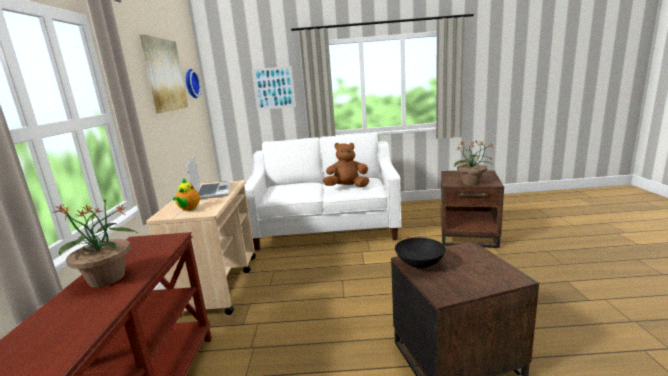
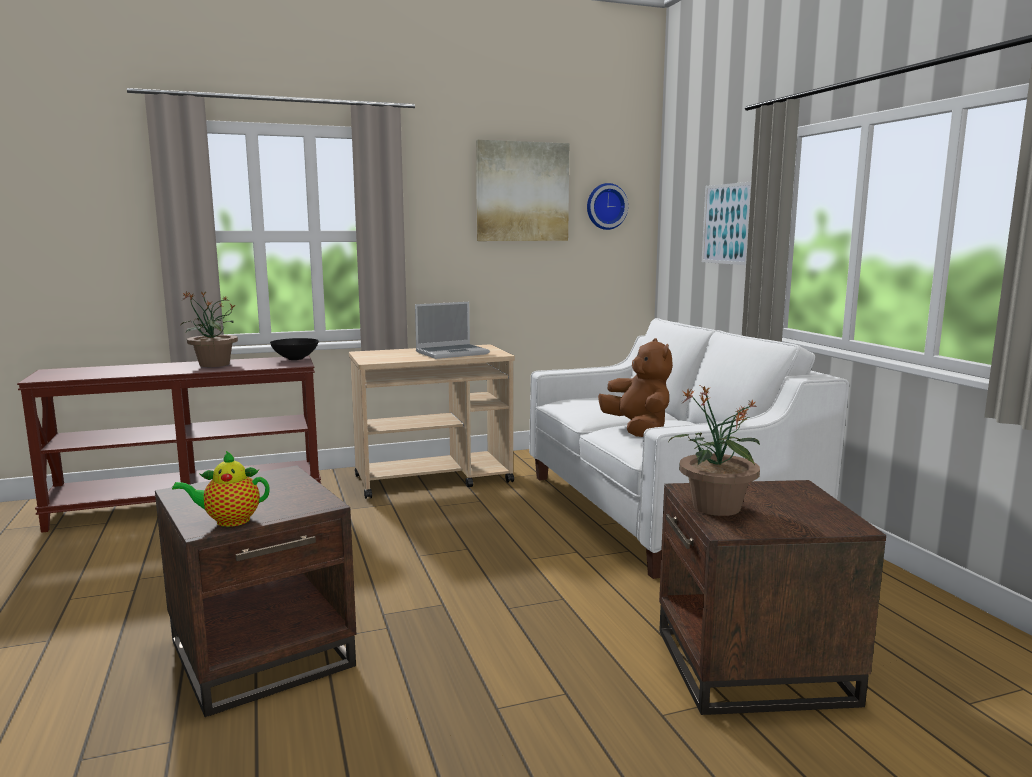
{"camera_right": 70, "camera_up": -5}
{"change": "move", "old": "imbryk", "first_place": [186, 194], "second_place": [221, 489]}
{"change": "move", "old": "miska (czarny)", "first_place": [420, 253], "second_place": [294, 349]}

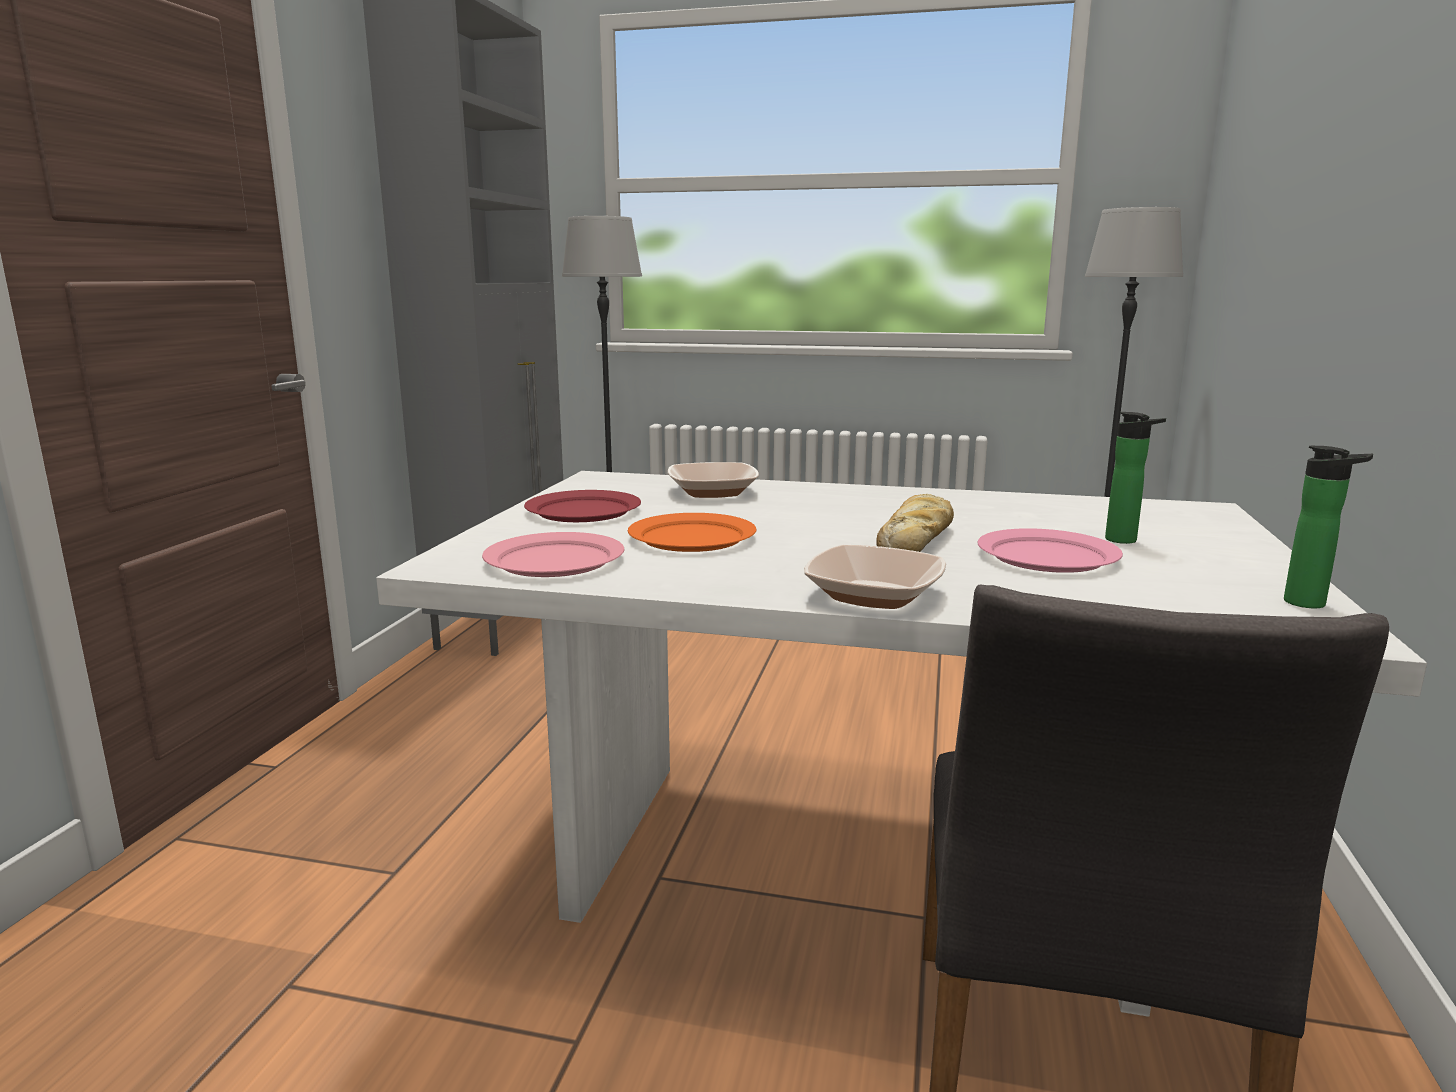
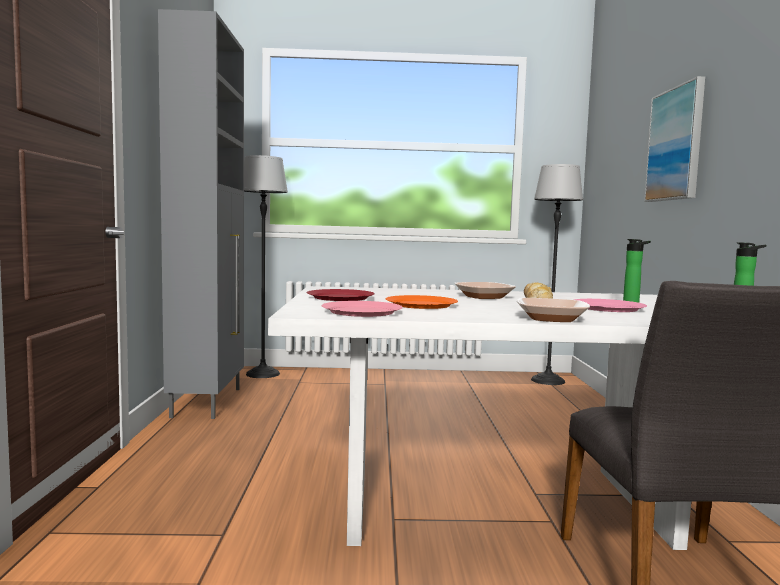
{"camera_right": -15, "camera_up": -10}
{"change": "move", "old": "miska", "first_place": [713, 480], "second_place": [485, 290]}
{"change": "insert", "new": "obraz", "second_place": [674, 139]}

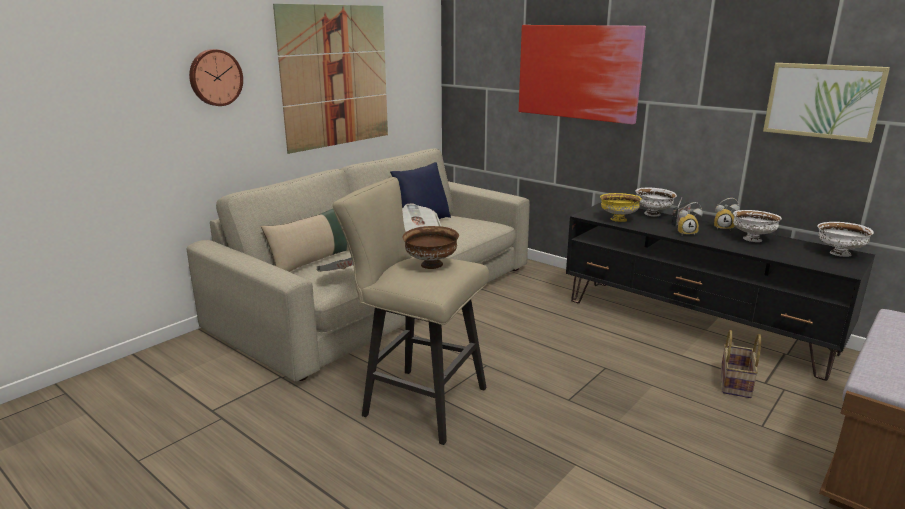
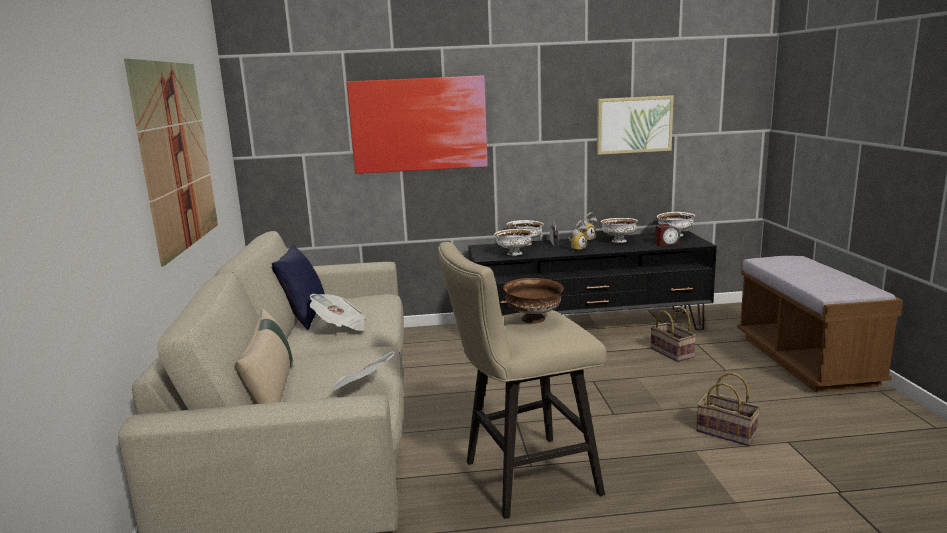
{"camera_right": -45, "camera_up": -5}
{"change": "recolor", "old": "miska (żółty)", "new": "miska (biały)", "first_place": [621, 207], "second_place": [513, 242]}
{"change": "insert", "new": "budzik", "second_place": [667, 235]}
{"change": "insert", "new": "koszyk", "second_place": [728, 409]}
{"change": "delete", "old": "zegar ścienny", "first_place": [216, 77]}

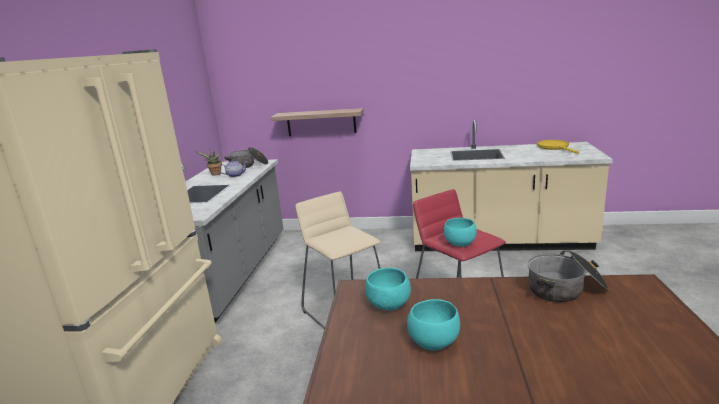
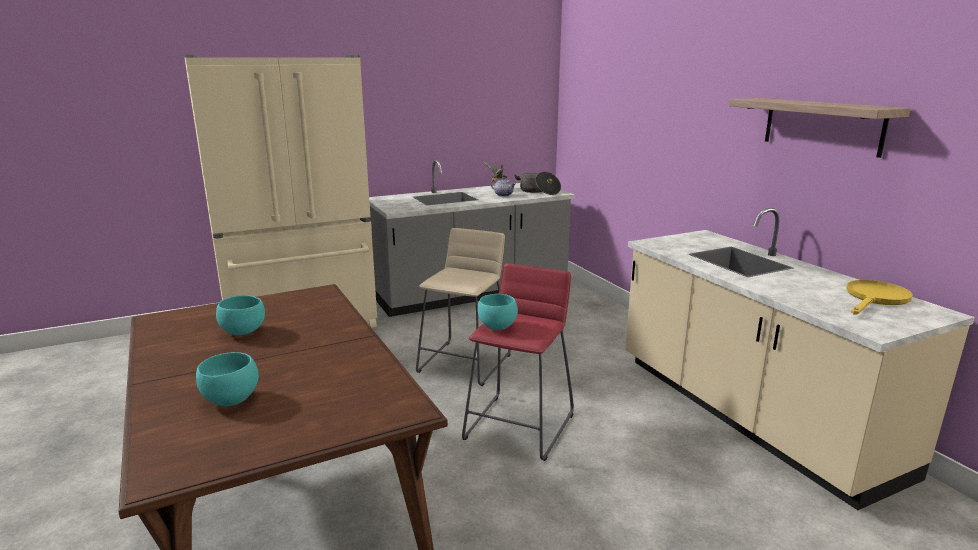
{"camera_right": 55, "camera_up": 0}
{"change": "move", "old": "miska (turkusowy)", "first_place": [388, 289], "second_place": [227, 379]}
{"change": "move", "old": "półka", "first_place": [317, 122], "second_place": [820, 128]}
{"change": "delete", "old": "garnek", "first_place": [568, 276]}

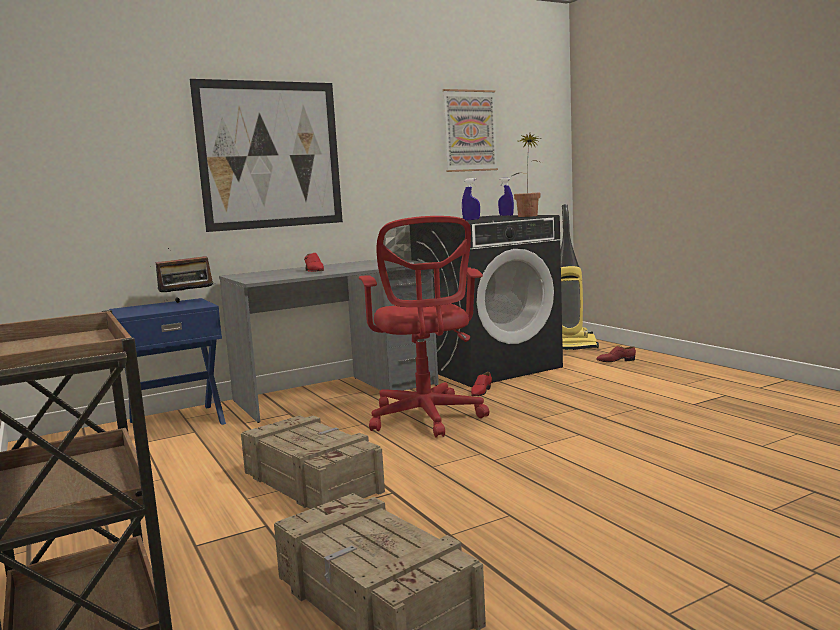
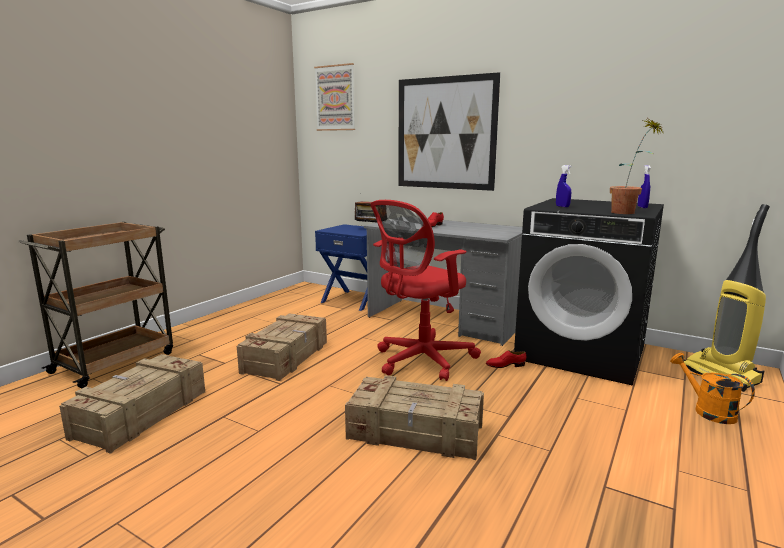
{"camera_right": 60, "camera_up": 5}
{"change": "move", "old": "obraz", "first_place": [470, 130], "second_place": [334, 97]}
{"change": "insert", "new": "skrzynka", "second_place": [414, 417]}
{"change": "replace", "old": "but (czerwony)", "new": "konewka (pomarańczowy)", "first_place": [616, 354], "second_place": [713, 388]}

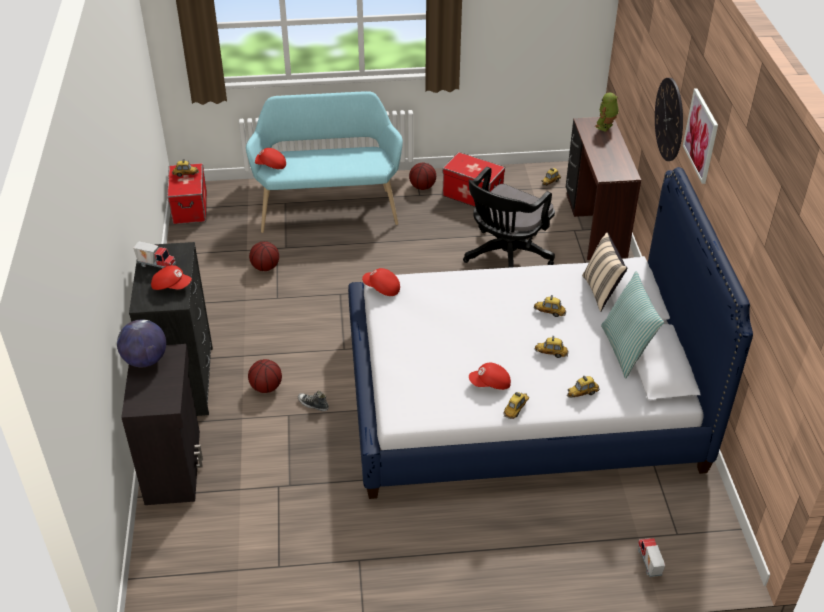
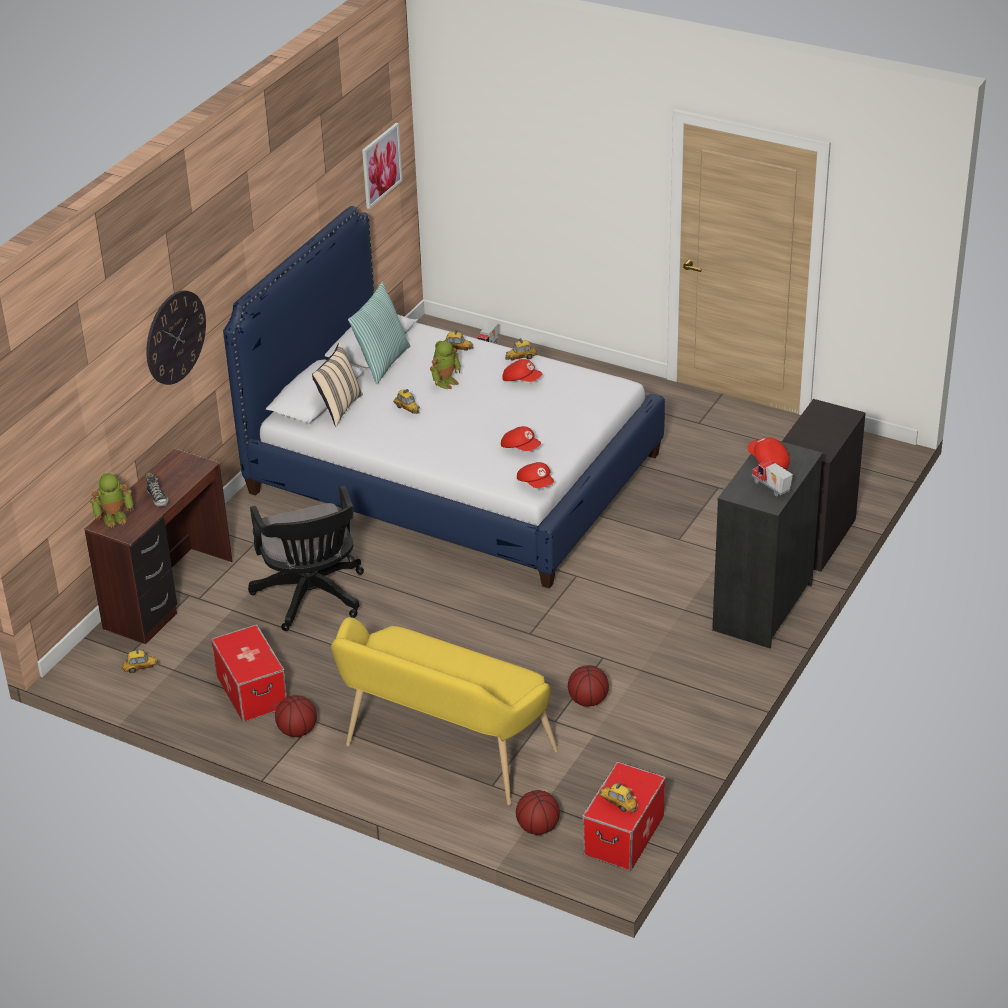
{"camera_right": -145, "camera_up": -5}
{"change": "move", "old": "but", "first_place": [313, 401], "second_place": [157, 490]}
{"change": "rotate", "old": "krzesło biurowe (czarny)", "first_place": [509, 217], "second_place": [306, 558], "degrees": 90}
{"change": "recolor", "old": "ławka (turkusowy)", "new": "ławka (żółty)", "first_place": [324, 162], "second_place": [444, 711]}
{"change": "move", "old": "obraz", "first_place": [700, 136], "second_place": [382, 166]}
{"change": "replace", "old": "samochodzik", "new": "robot zabawkowy", "first_place": [551, 347], "second_place": [445, 365]}
{"change": "move", "old": "czapka z daszkiem (czerwony)", "first_place": [270, 158], "second_place": [521, 438]}
{"change": "move", "old": "piłka do koszykówki", "first_place": [265, 376], "second_place": [538, 812]}
{"change": "delete", "old": "globus", "first_place": [141, 343]}

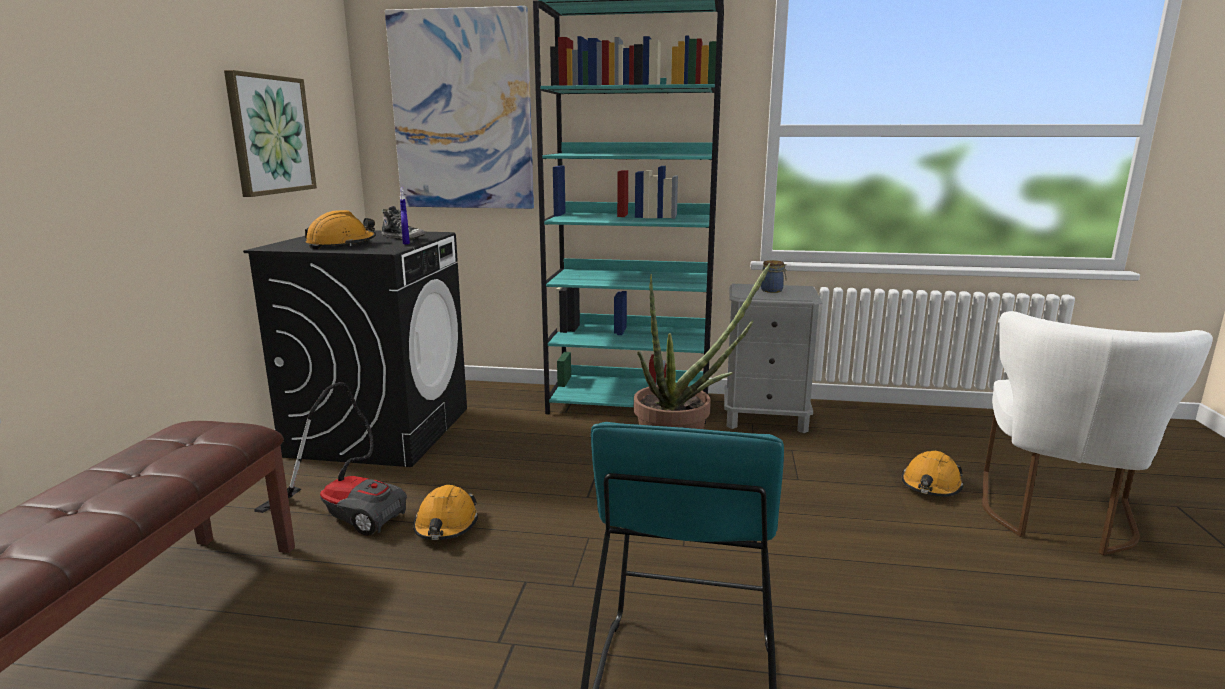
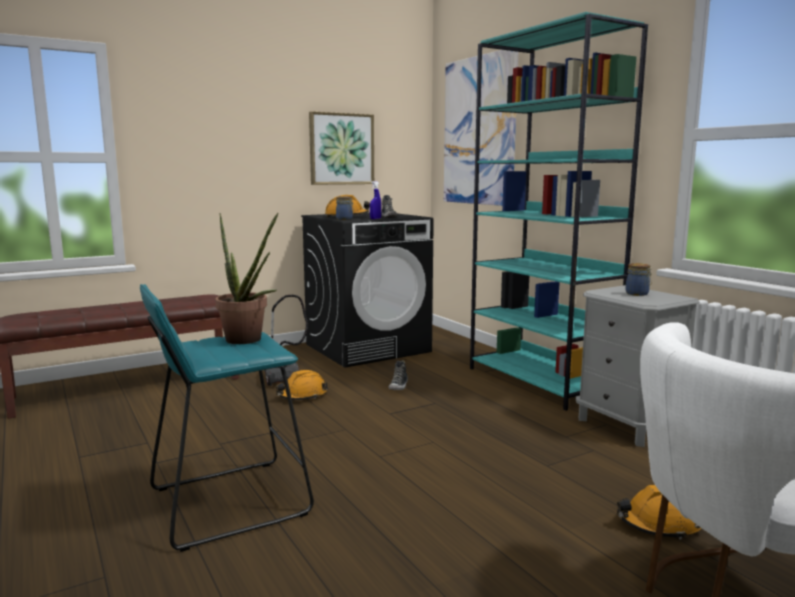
{"camera_right": 50, "camera_up": -5}
{"change": "insert", "new": "słoik", "second_place": [345, 208]}
{"change": "insert", "new": "but", "second_place": [398, 375]}

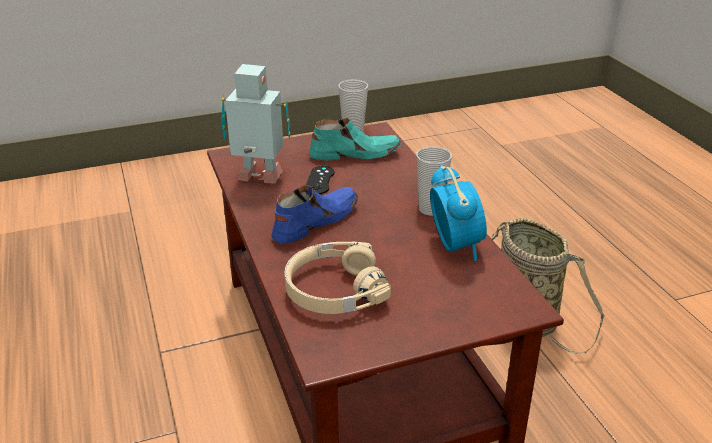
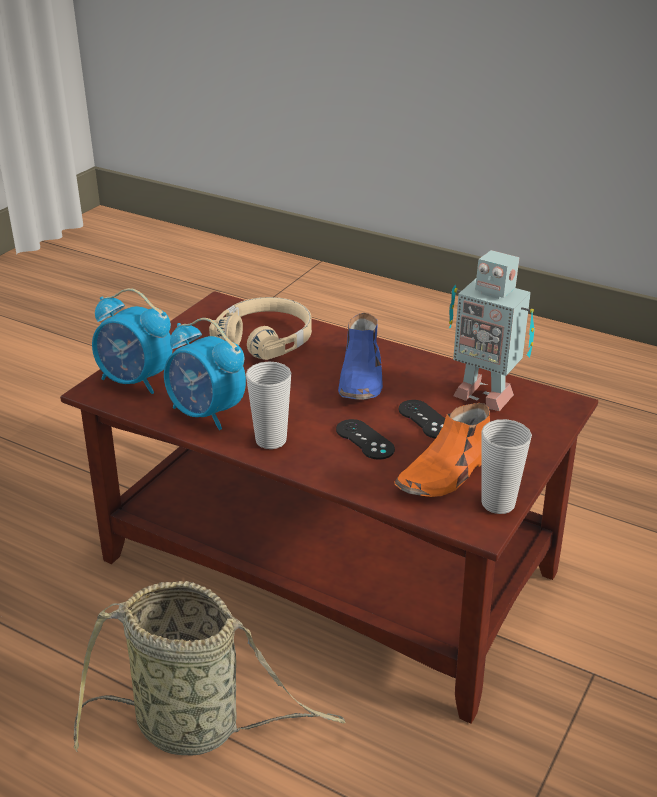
{"camera_right": 140, "camera_up": 0}
{"change": "insert", "new": "budzik", "second_place": [132, 341]}
{"change": "insert", "new": "pad do gier (czarny)", "second_place": [365, 439]}
{"change": "recolor", "old": "but (turkusowy)", "new": "but (pomarańczowy)", "first_place": [355, 139], "second_place": [442, 450]}
{"change": "rotate", "old": "robot zabawkowy", "first_place": [255, 124], "second_place": [492, 330], "degrees": 60}

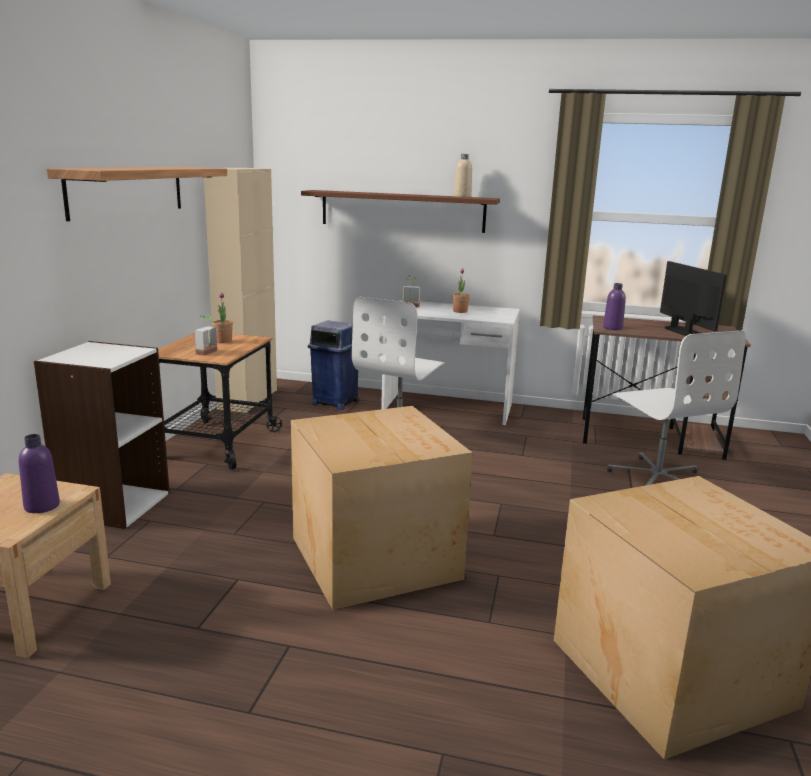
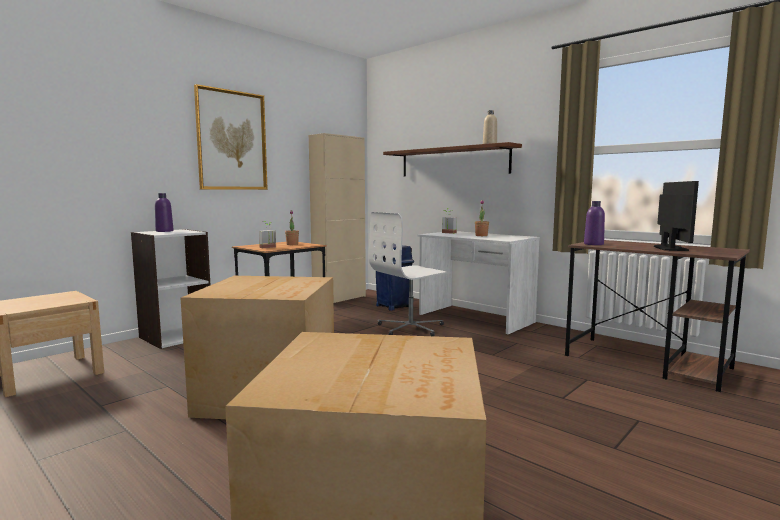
{"camera_right": 30, "camera_up": -10}
{"change": "move", "old": "butelka (fioletowy)", "first_place": [39, 473], "second_place": [164, 212]}
{"change": "replace", "old": "półka", "new": "obraz", "first_place": [137, 194], "second_place": [231, 137]}
{"change": "delete", "old": "krzesło biurowe (biały)", "first_place": [676, 408]}

